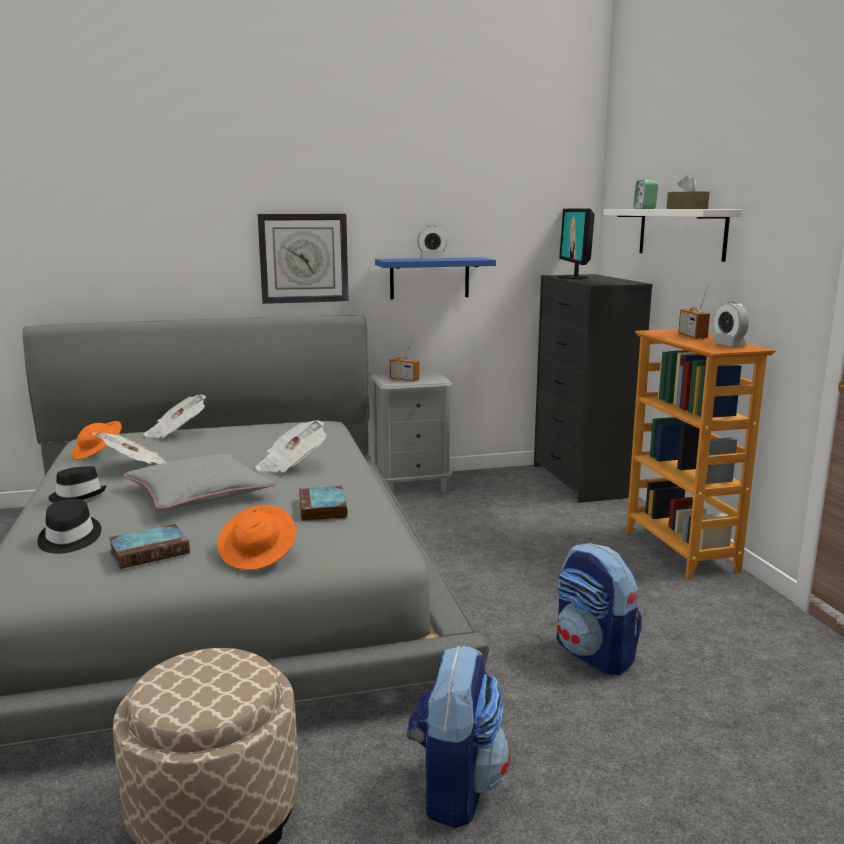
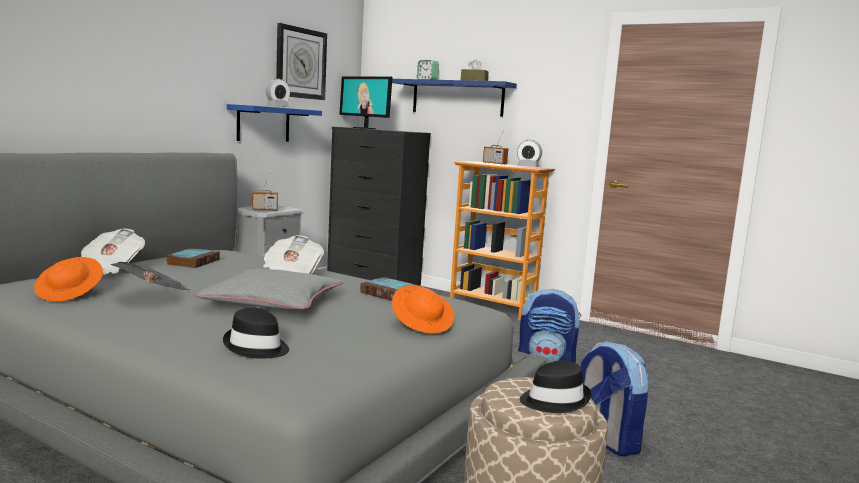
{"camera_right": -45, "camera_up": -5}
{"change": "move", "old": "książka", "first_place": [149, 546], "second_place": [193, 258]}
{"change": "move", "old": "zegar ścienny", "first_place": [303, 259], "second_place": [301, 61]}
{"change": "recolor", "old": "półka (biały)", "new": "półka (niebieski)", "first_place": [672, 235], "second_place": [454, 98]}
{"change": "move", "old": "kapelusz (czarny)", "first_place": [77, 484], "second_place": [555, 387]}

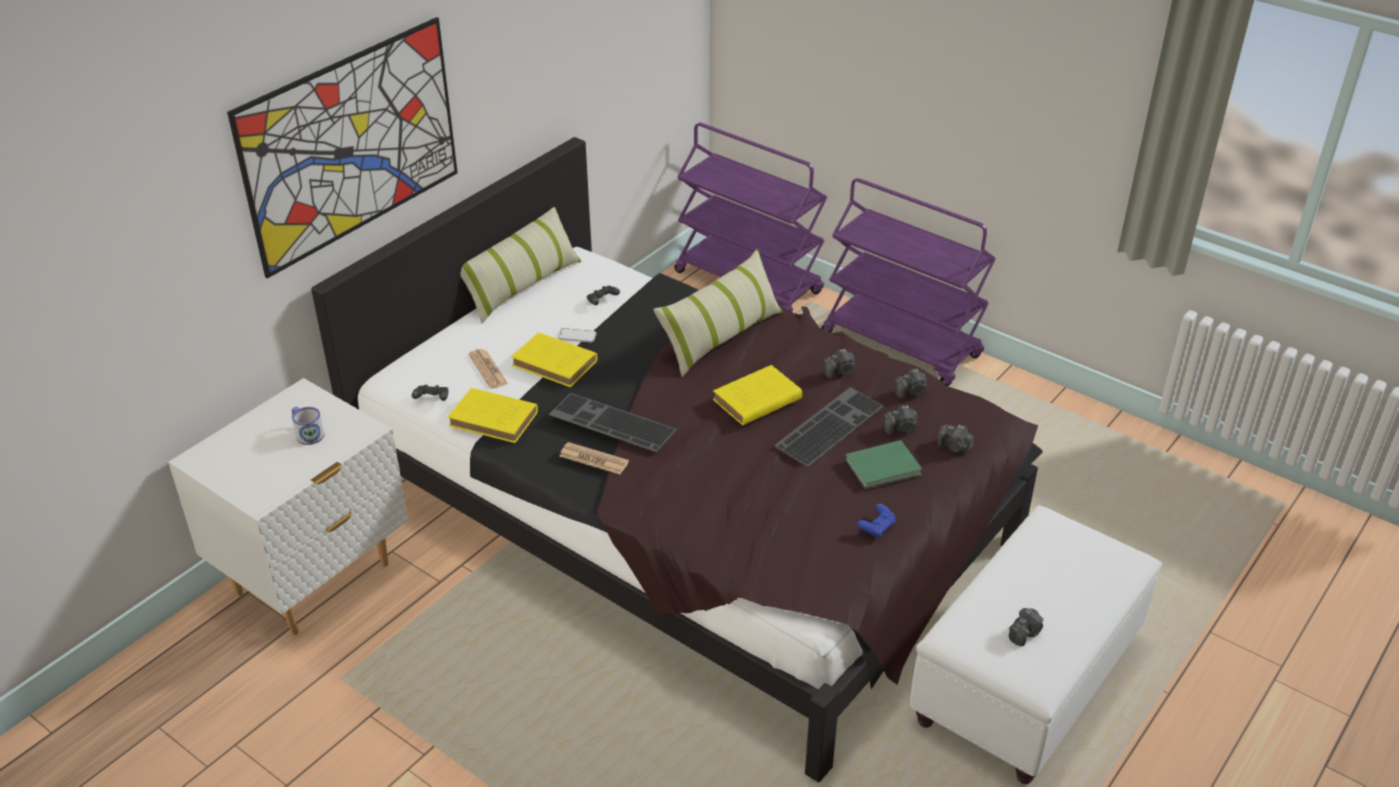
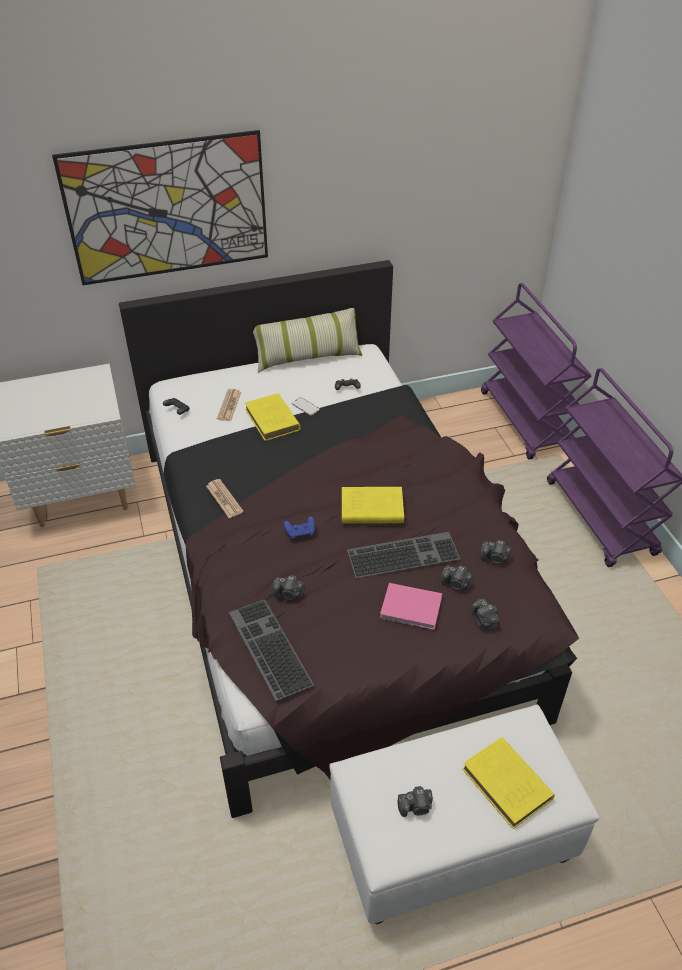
{"camera_right": 35, "camera_up": 5}
{"change": "move", "old": "klawiatura", "first_place": [612, 422], "second_place": [271, 650]}
{"change": "move", "old": "aparat fotograficzny", "first_place": [839, 364], "second_place": [289, 587]}
{"change": "move", "old": "pad do gier (niebieski)", "first_place": [876, 520], "second_place": [299, 527]}
{"change": "recolor", "old": "książka (zielony)", "new": "książka (różowy)", "first_place": [883, 465], "second_place": [411, 606]}
{"change": "move", "old": "książka (żółty)", "first_place": [493, 415], "second_place": [508, 783]}
{"change": "delete", "old": "kubek", "first_place": [308, 425]}
{"change": "delete", "old": "poduszka", "first_place": [718, 313]}

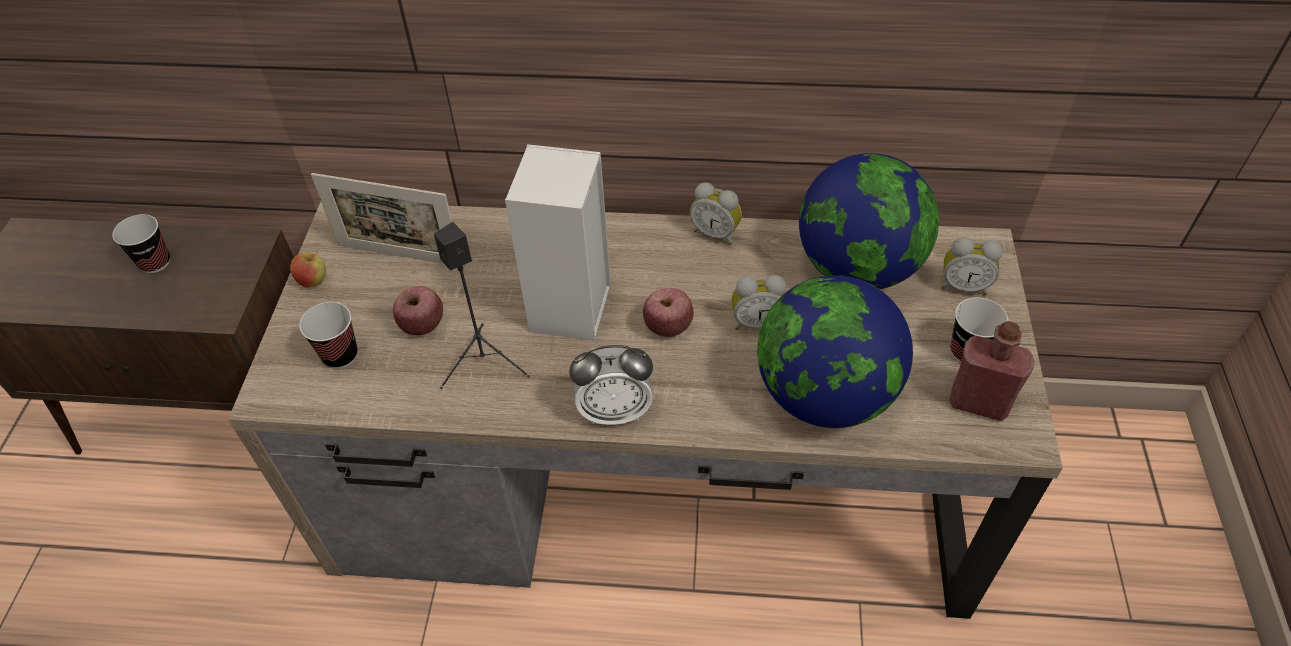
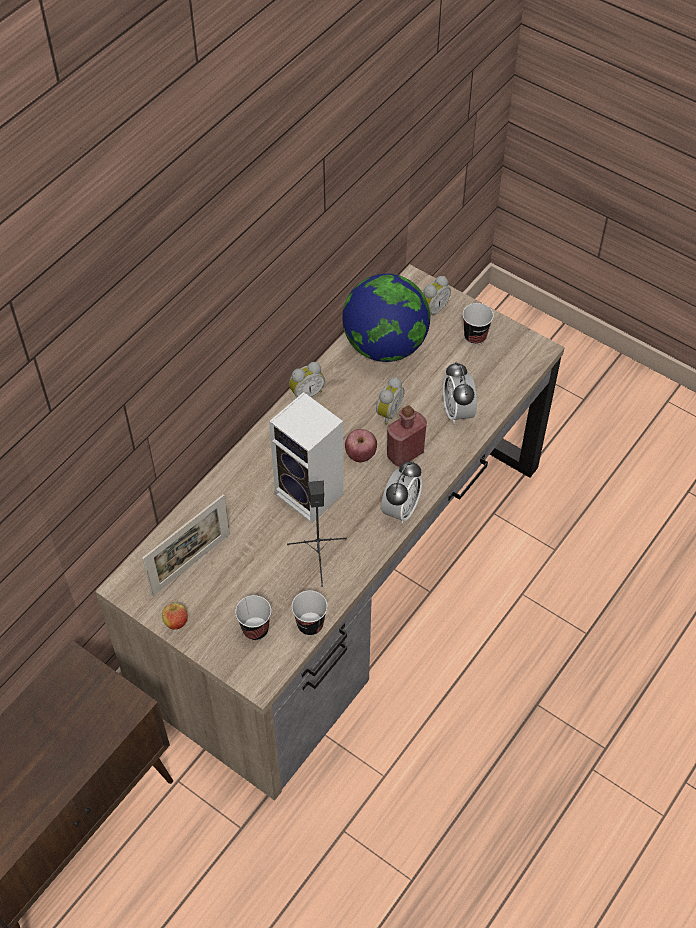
{"camera_right": -60, "camera_up": 5}
{"change": "move", "old": "filiżanka", "first_place": [141, 243], "second_place": [310, 613]}
{"change": "move", "old": "butelka (czerwony)", "first_place": [992, 371], "second_place": [407, 436]}
{"change": "replace", "old": "globus", "new": "budzik", "first_place": [835, 351], "second_place": [460, 392]}
{"change": "delete", "old": "jabłko", "first_place": [418, 310]}

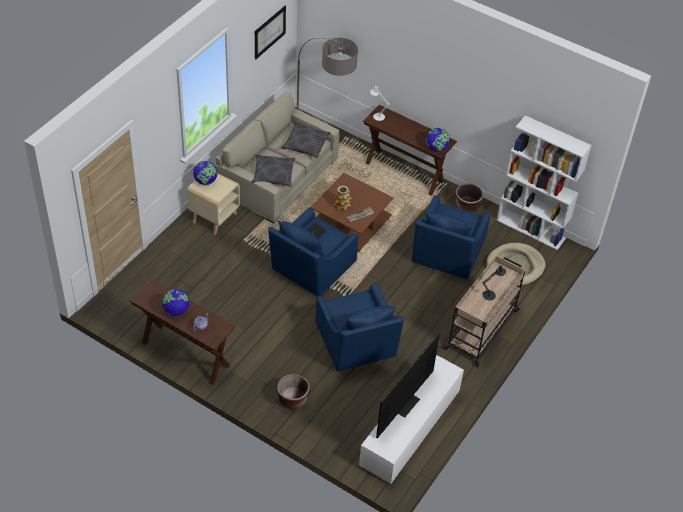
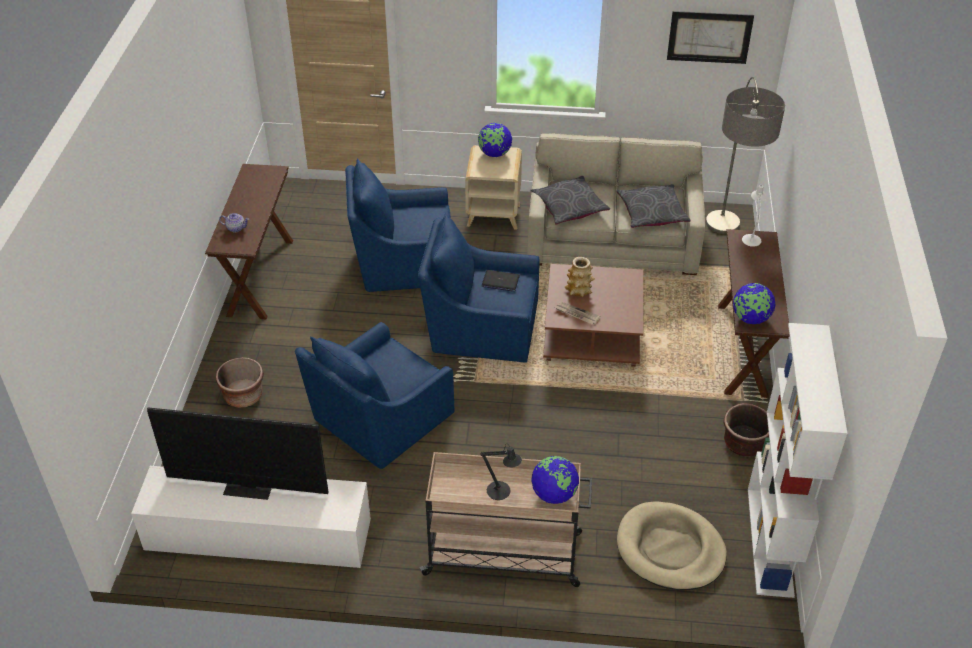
{"camera_right": 65, "camera_up": -5}
{"change": "move", "old": "fotel (niebieski)", "first_place": [451, 237], "second_place": [398, 225]}
{"change": "move", "old": "globus", "first_place": [176, 302], "second_place": [555, 480]}

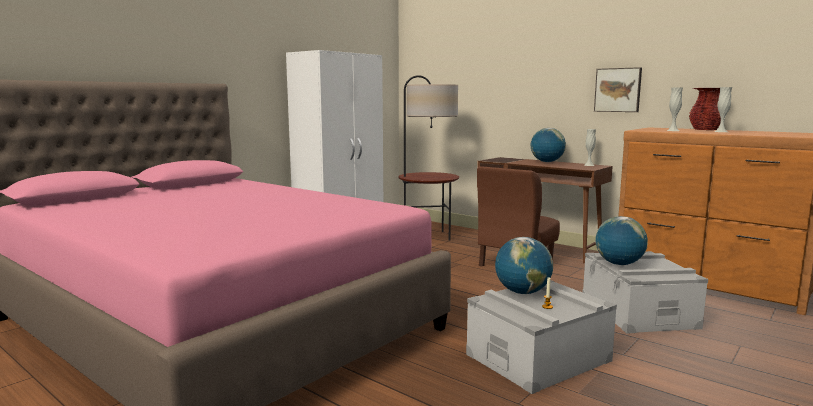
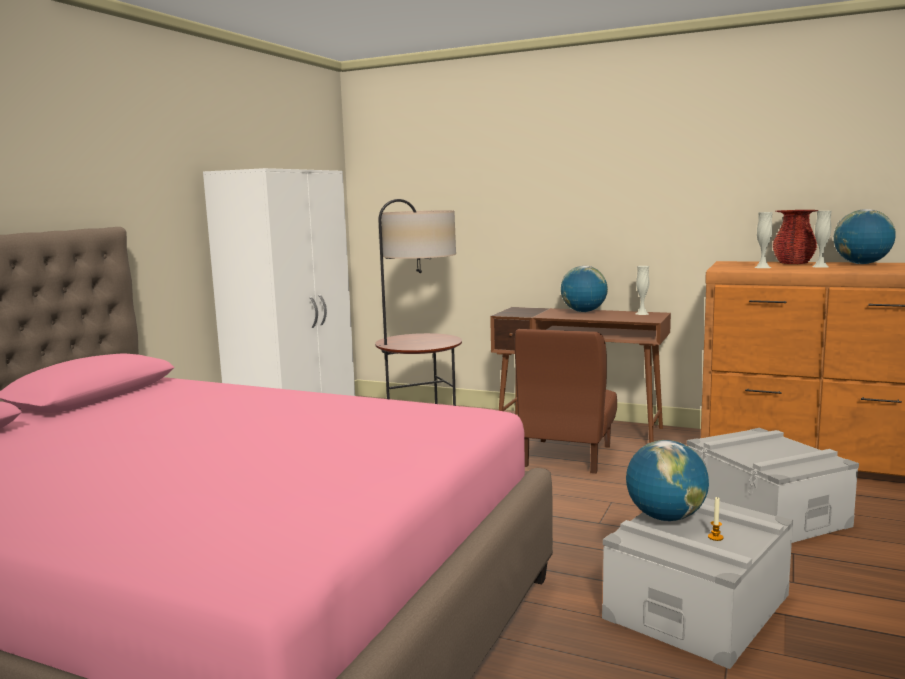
{"camera_right": -15, "camera_up": 0}
{"change": "move", "old": "globus", "first_place": [621, 240], "second_place": [865, 236]}
{"change": "delete", "old": "obraz", "first_place": [618, 89]}

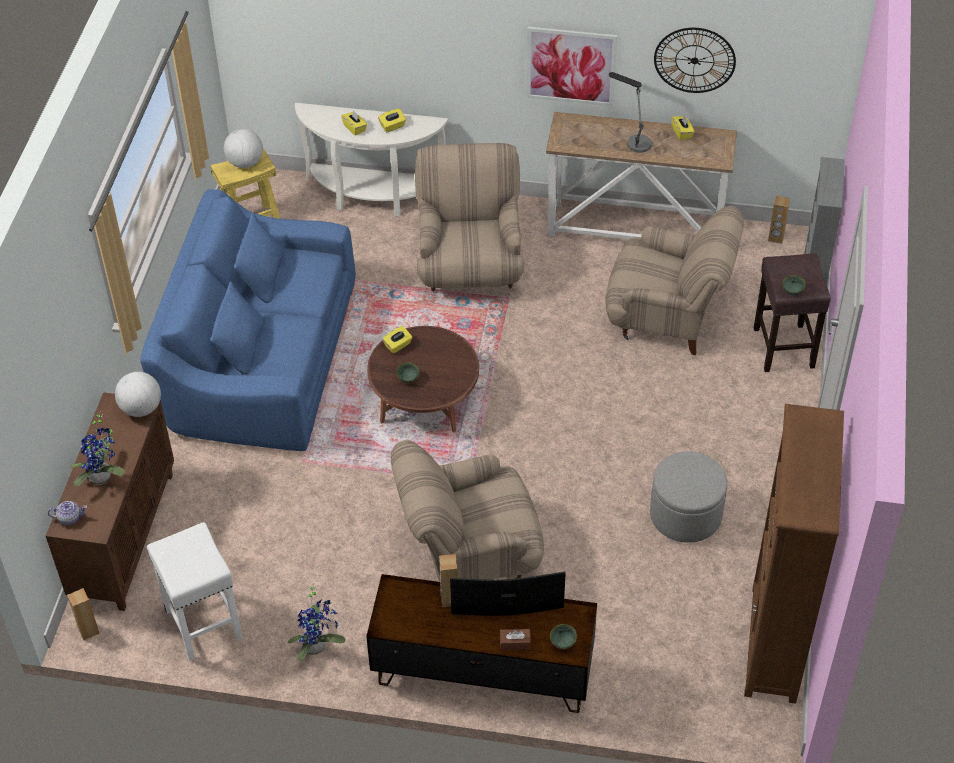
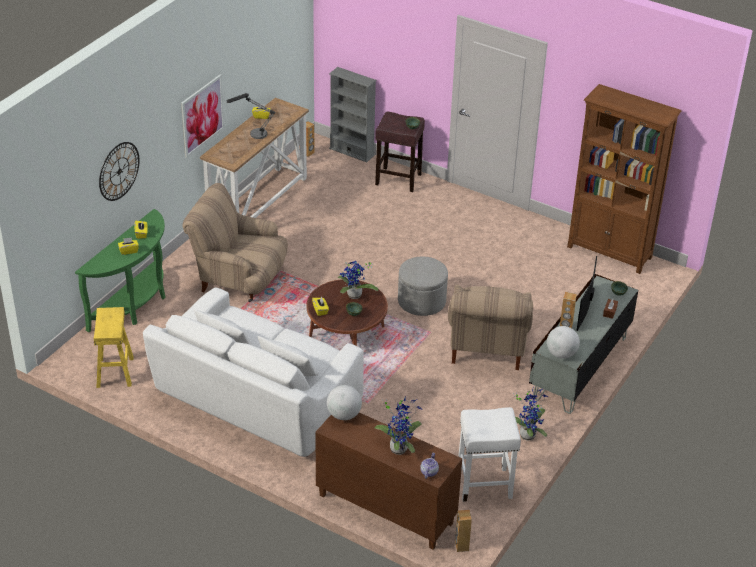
{"camera_right": -70, "camera_up": -10}
{"change": "recolor", "old": "stolik konsolowy (biały)", "new": "stolik konsolowy (zielony)", "first_place": [371, 160], "second_place": [120, 270]}
{"change": "move", "old": "zegar ścienny", "first_place": [695, 60], "second_place": [119, 171]}
{"change": "recolor", "old": "kanapa (niebieski)", "new": "kanapa (biały)", "first_place": [248, 320], "second_place": [253, 372]}
{"change": "insert", "new": "roślina doniczkowa", "second_place": [358, 279]}
{"change": "move", "old": "pufa (szary)", "first_place": [688, 497], "second_place": [423, 286]}
{"change": "recolor", "old": "szafka pod telewizor (brązowy)", "new": "szafka pod telewizor (szary)", "first_place": [481, 643], "second_place": [583, 344]}
{"change": "move", "old": "globus", "first_place": [243, 148], "second_place": [563, 342]}
{"change": "delete", "old": "fotel (beżowy)", "first_place": [675, 280]}

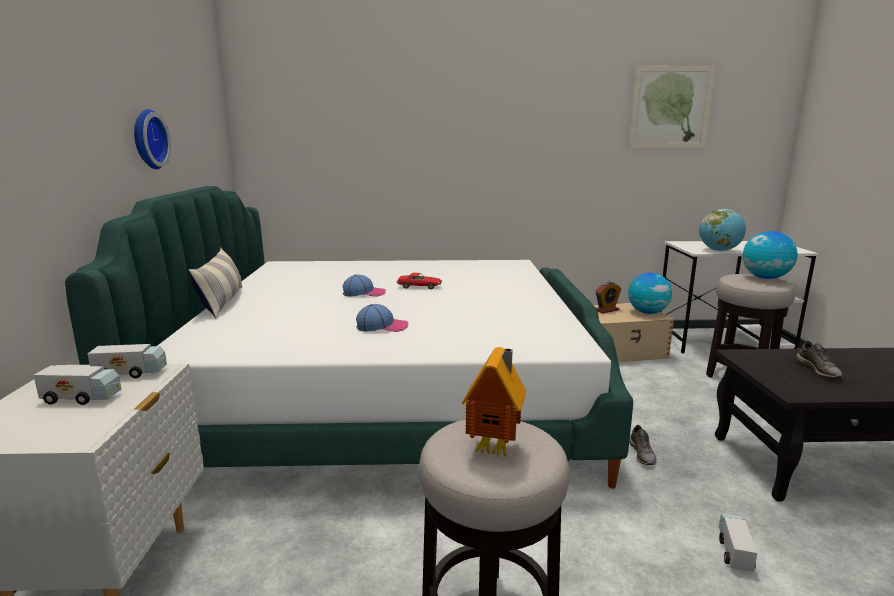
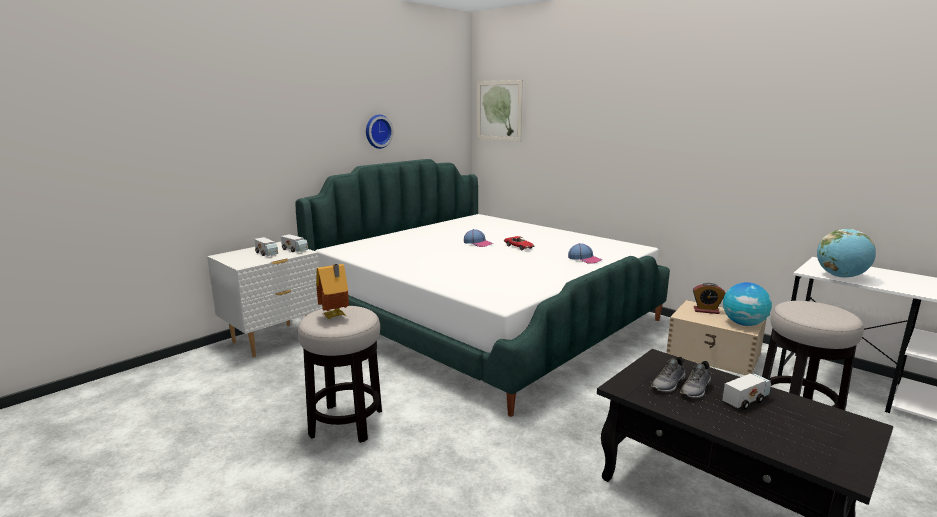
{"camera_right": 45, "camera_up": 0}
{"change": "move", "old": "obraz", "first_place": [672, 107], "second_place": [500, 111]}
{"change": "move", "old": "czapka z daszkiem", "first_place": [382, 318], "second_place": [585, 253]}
{"change": "move", "old": "but (szary)", "first_place": [643, 445], "second_place": [668, 375]}
{"change": "move", "old": "ciężarówka zabawkowa", "first_place": [738, 542], "second_place": [746, 391]}
{"change": "delete", "old": "poduszka", "first_place": [215, 283]}
{"change": "delete", "old": "globus", "first_place": [770, 255]}

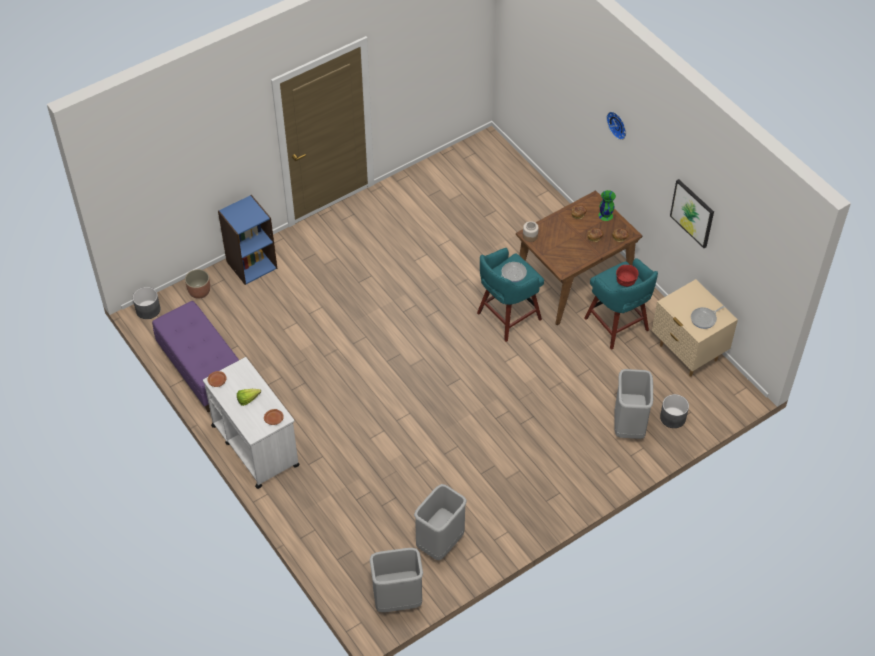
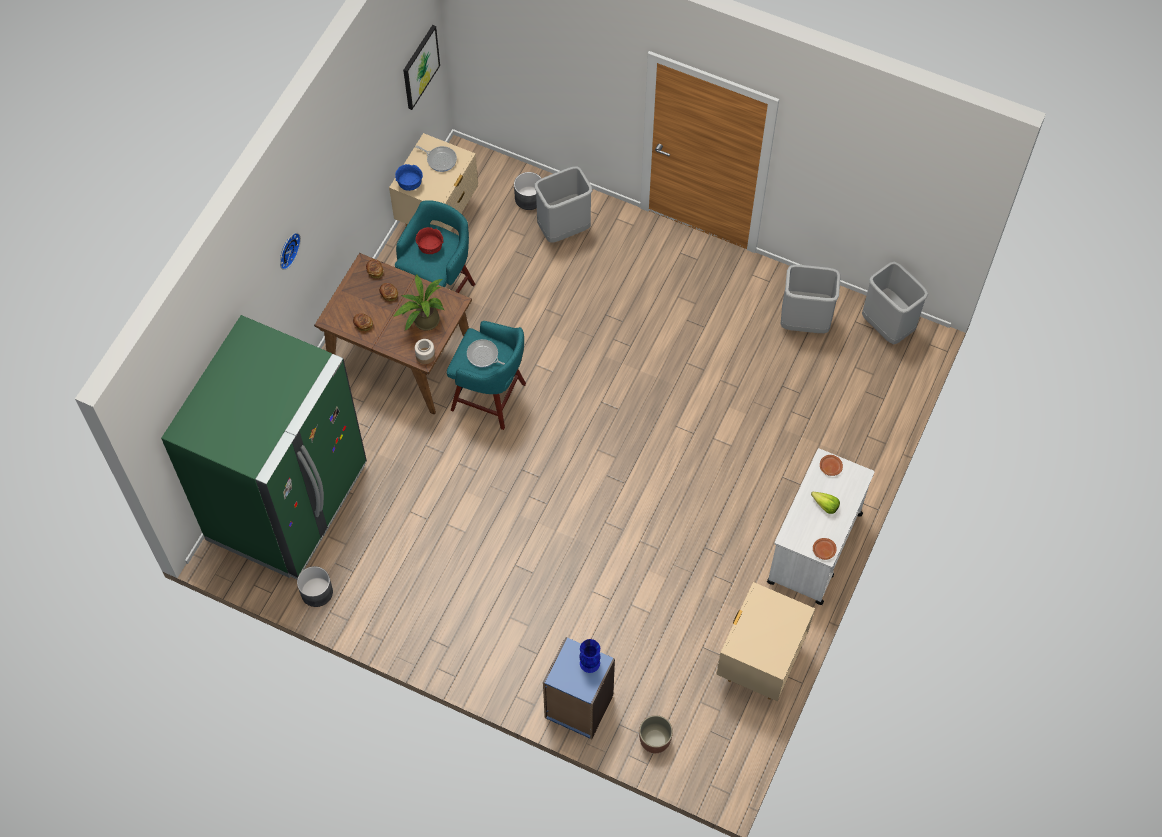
{"camera_right": -120, "camera_up": 10}
{"change": "insert", "new": "lodówka (zielony)", "second_place": [264, 447]}
{"change": "move", "old": "donica (szary)", "first_place": [147, 303], "second_place": [315, 586]}
{"change": "insert", "new": "roślina doniczkowa", "second_place": [419, 303]}
{"change": "insert", "new": "miska (niebieski)", "second_place": [409, 177]}
{"change": "move", "old": "obraz", "first_place": [692, 213], "second_place": [421, 67]}
{"change": "insert", "new": "wazon (niebieski)", "second_place": [590, 656]}
{"change": "replace", "old": "ławka (fioletowy)", "new": "szafka nocna (beżowy)", "first_place": [195, 356], "second_place": [766, 641]}
{"change": "delete", "old": "wazon (zielony)", "first_place": [607, 205]}

